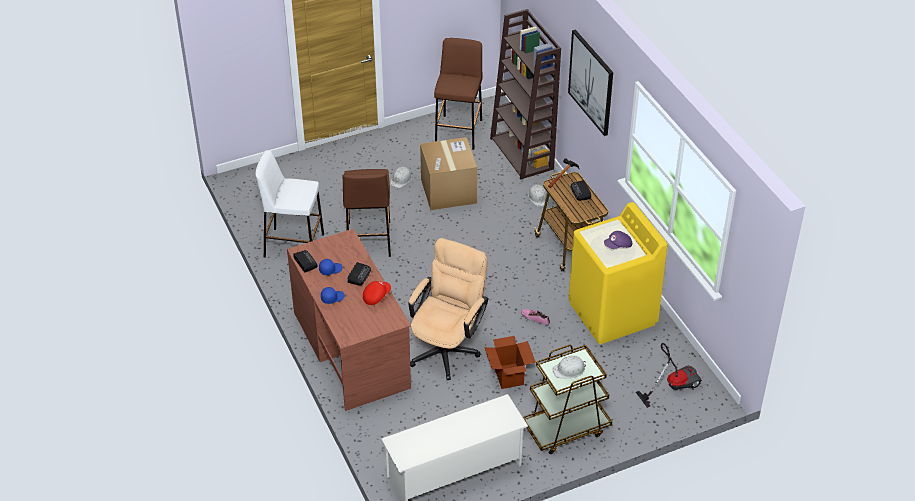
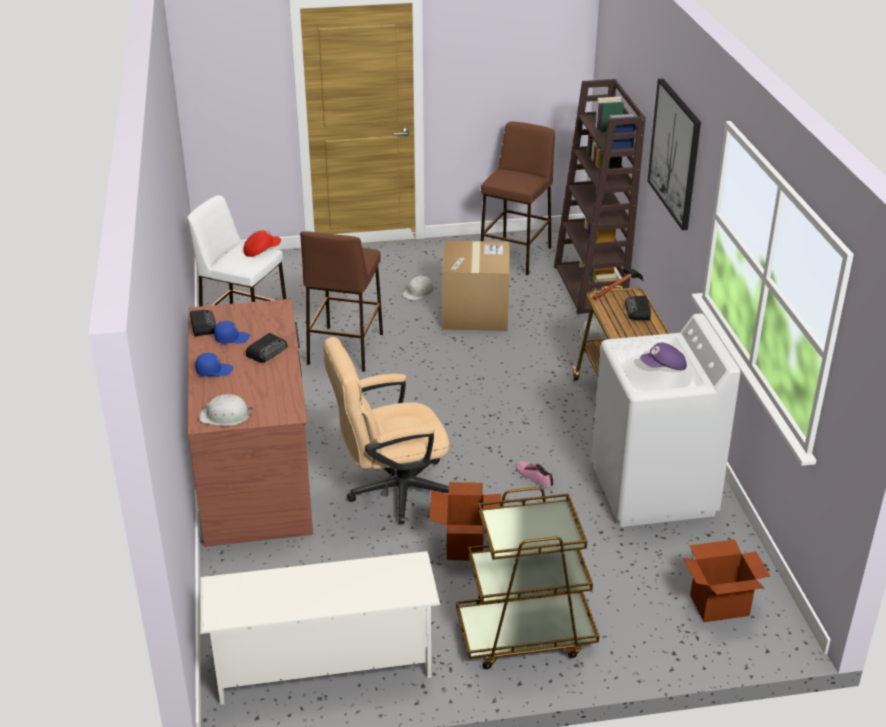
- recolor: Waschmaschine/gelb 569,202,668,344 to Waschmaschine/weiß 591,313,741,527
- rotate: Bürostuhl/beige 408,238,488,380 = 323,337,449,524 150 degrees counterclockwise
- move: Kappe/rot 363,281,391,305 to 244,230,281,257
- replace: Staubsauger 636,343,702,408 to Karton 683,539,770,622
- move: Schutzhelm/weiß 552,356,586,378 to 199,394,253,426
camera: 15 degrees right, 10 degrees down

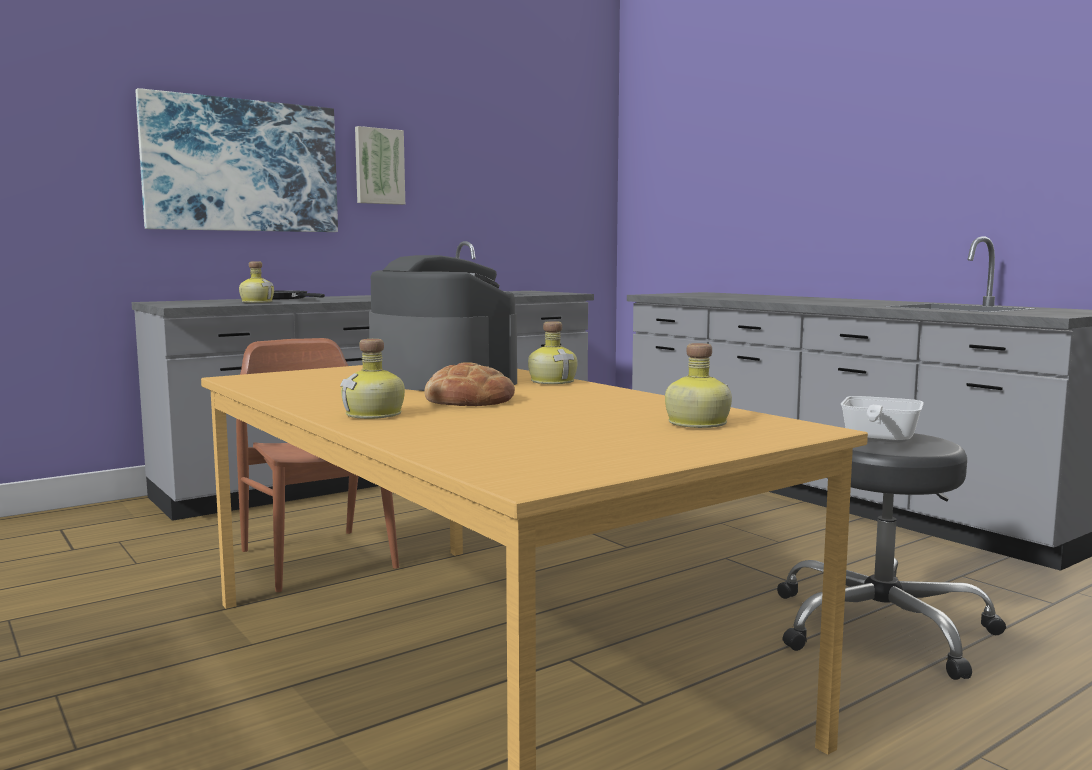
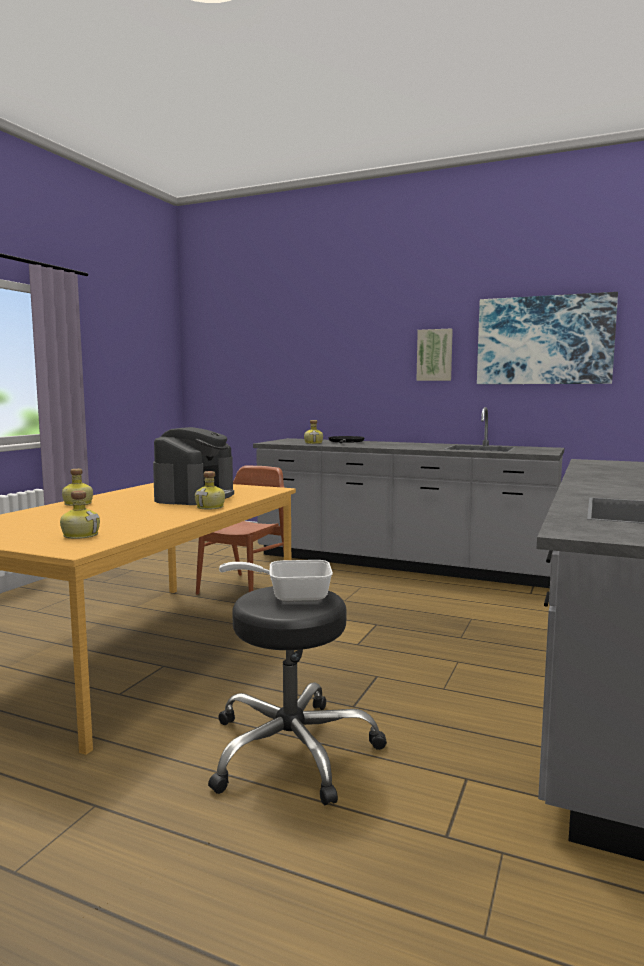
- move: Bild 136,88,338,232 to 477,292,618,384
- delete: Brot 424,362,515,406
camera: 60 degrees right, 0 degrees up

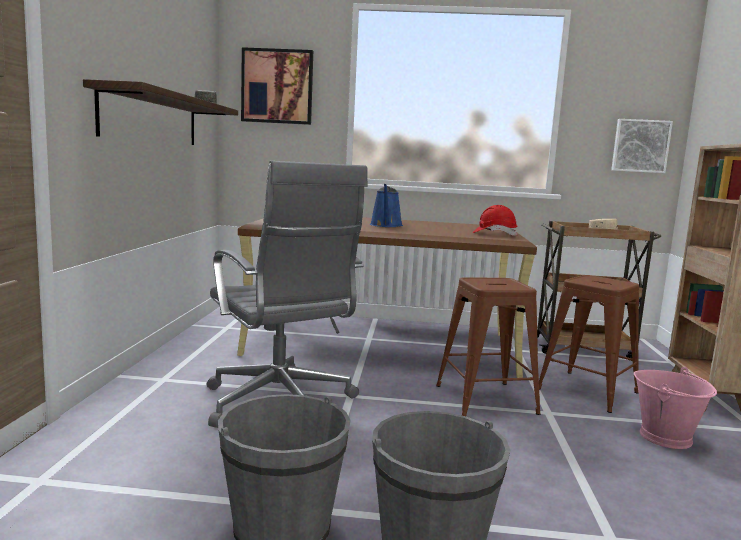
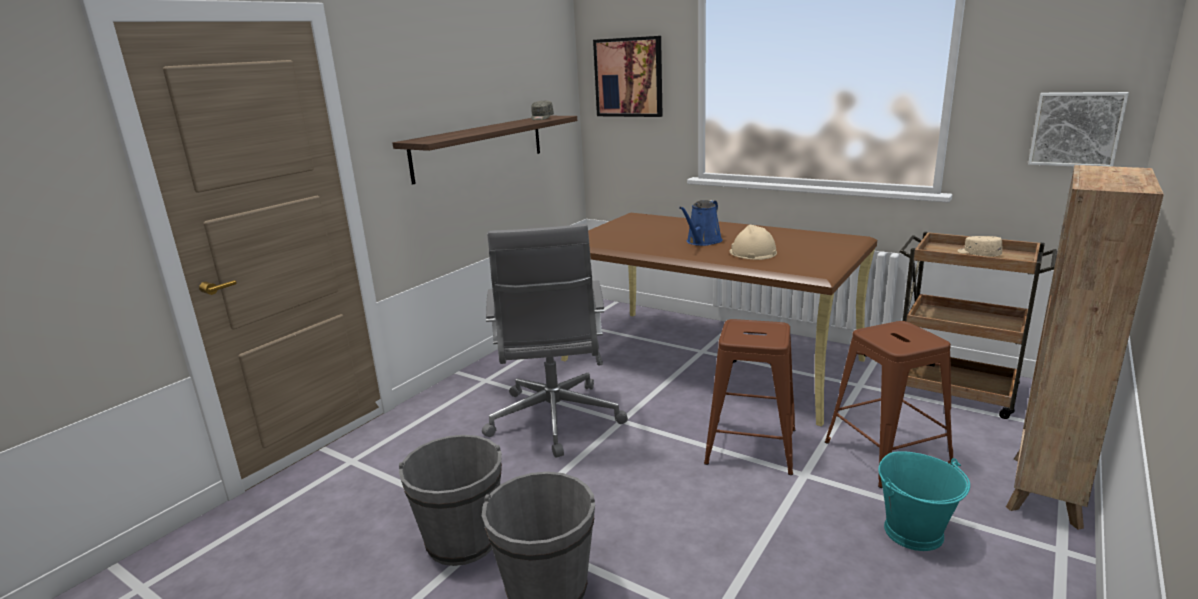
- delete: Schutzhelm/rot 472,205,518,235
- recolor: Eimer/rosa 634,367,717,449 to Eimer/türkis 878,451,970,551
- insert: Schutzhelm/beige 729,225,777,260
camera: 30 degrees right, 10 degrees up

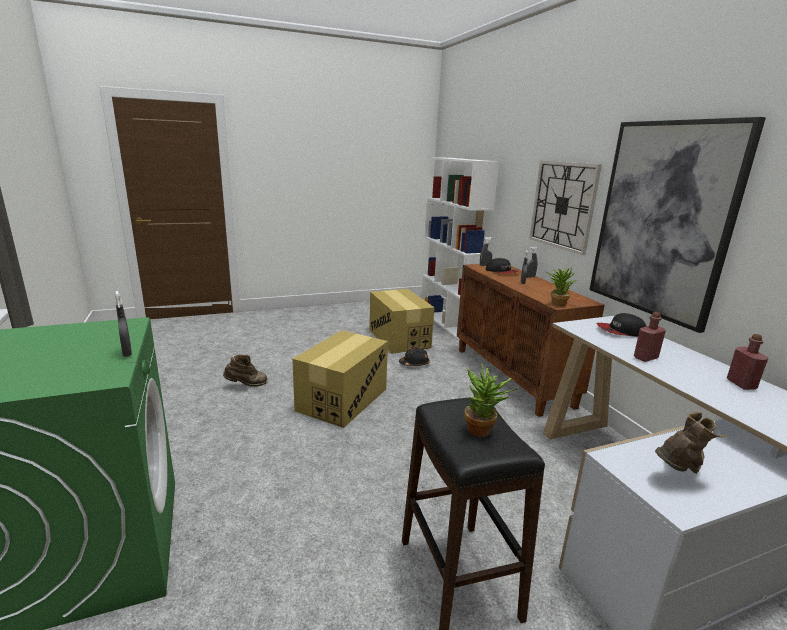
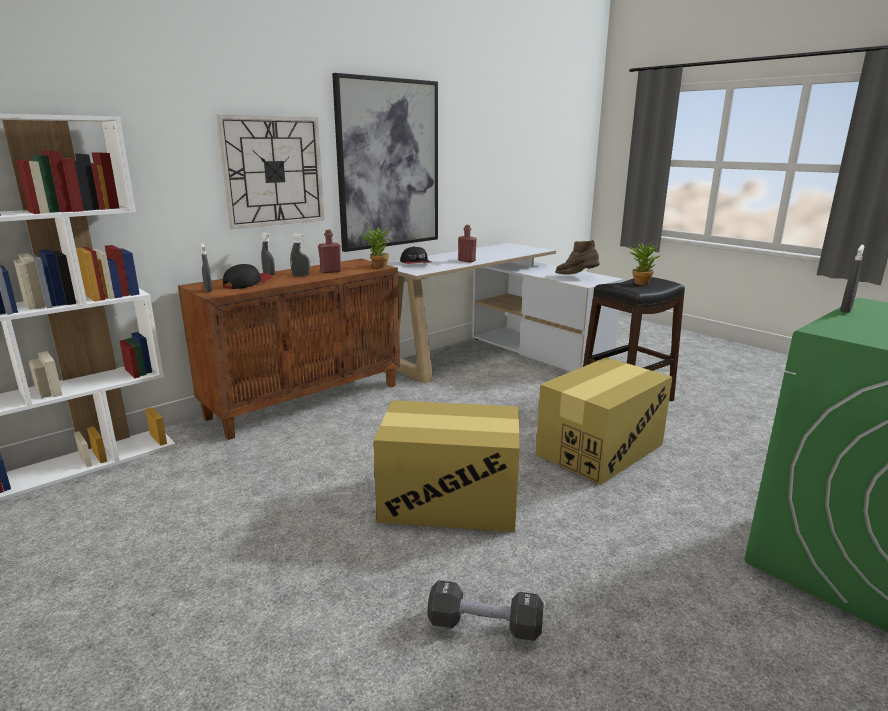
- move: Karton 369,289,434,354 to 536,357,672,485
- move: Flasche/rot 727,334,768,390 to 318,230,341,273
- delete: Schutzhelm/schwarz 399,347,430,366
- replace: Stiefel/braun 223,355,268,387 to Hantel/schwarz 427,580,544,641
camera: 110 degrees left, 0 degrees up

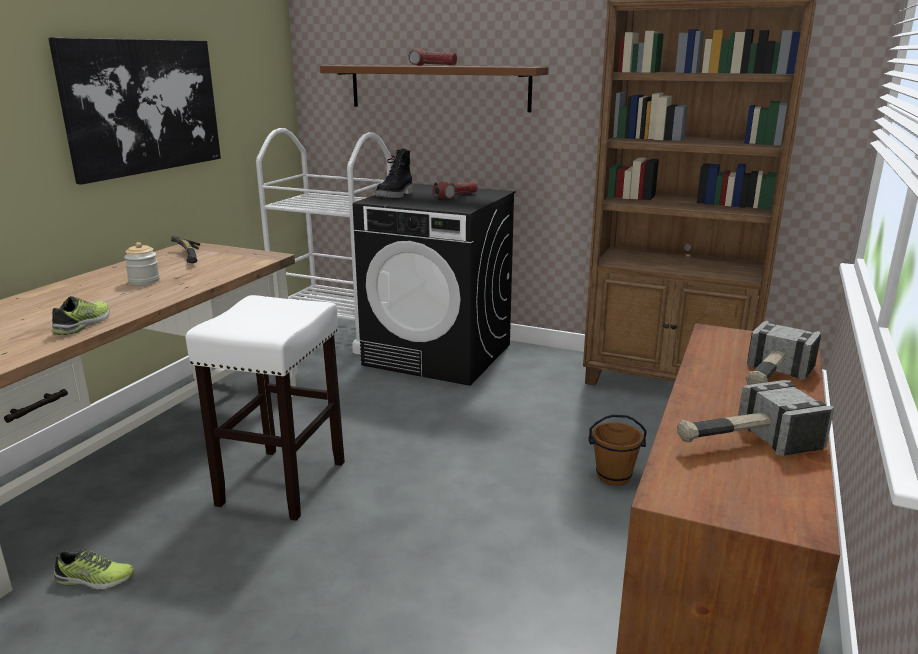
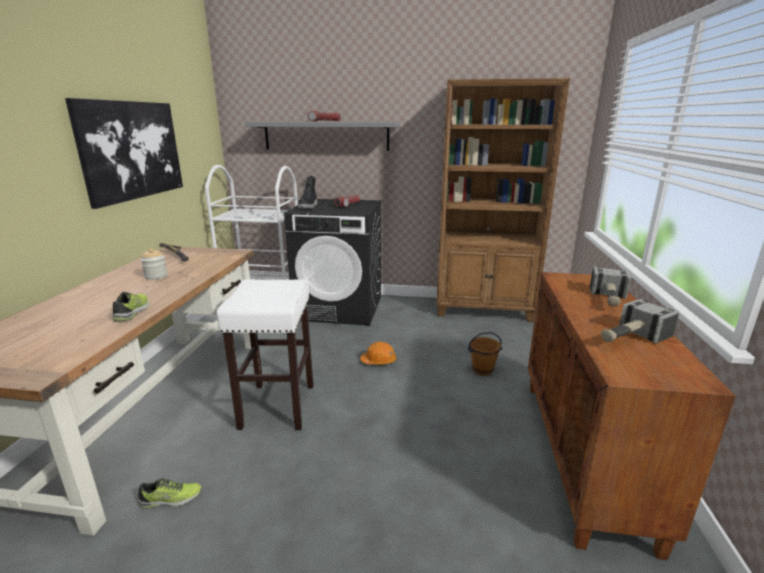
- recolor: Wandregal/braun 320,65,549,112 to Wandregal/grau 245,122,400,151
- insert: Schutzhelm/orange 360,342,396,365
camera: 15 degrees left, 0 degrees up

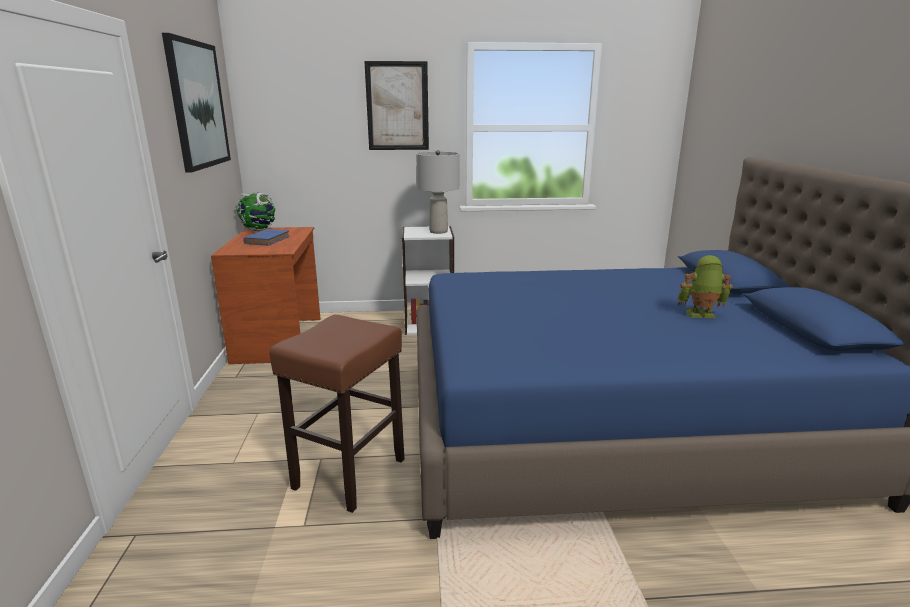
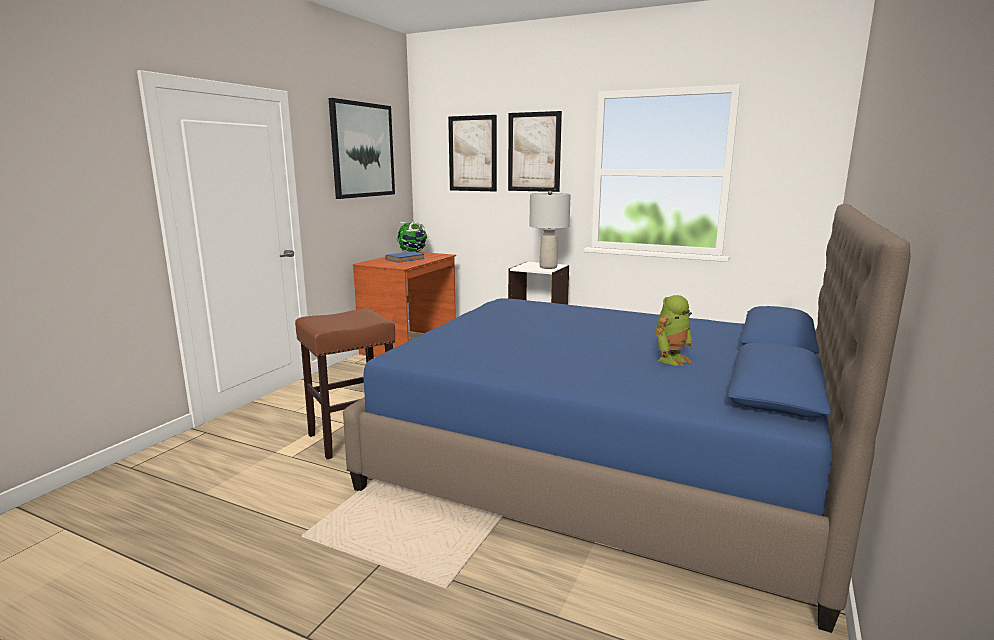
- rotate: Spielzeugroboter 678,255,733,318 = 656,295,693,366 105 degrees clockwise
- insert: Bild 448,115,497,191
camera: 30 degrees right, 5 degrees down

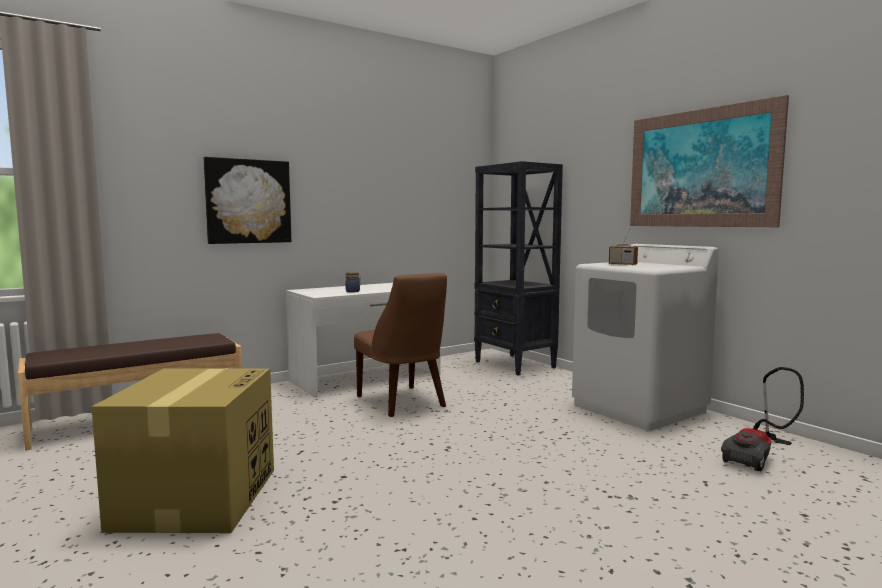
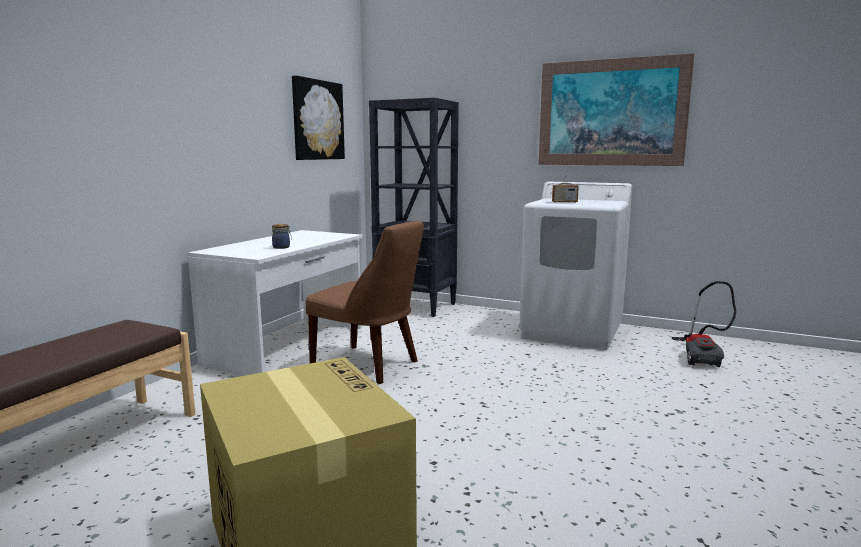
- move: Bild 204,157,292,244 to 292,75,345,160
camera: 30 degrees left, 5 degrees up

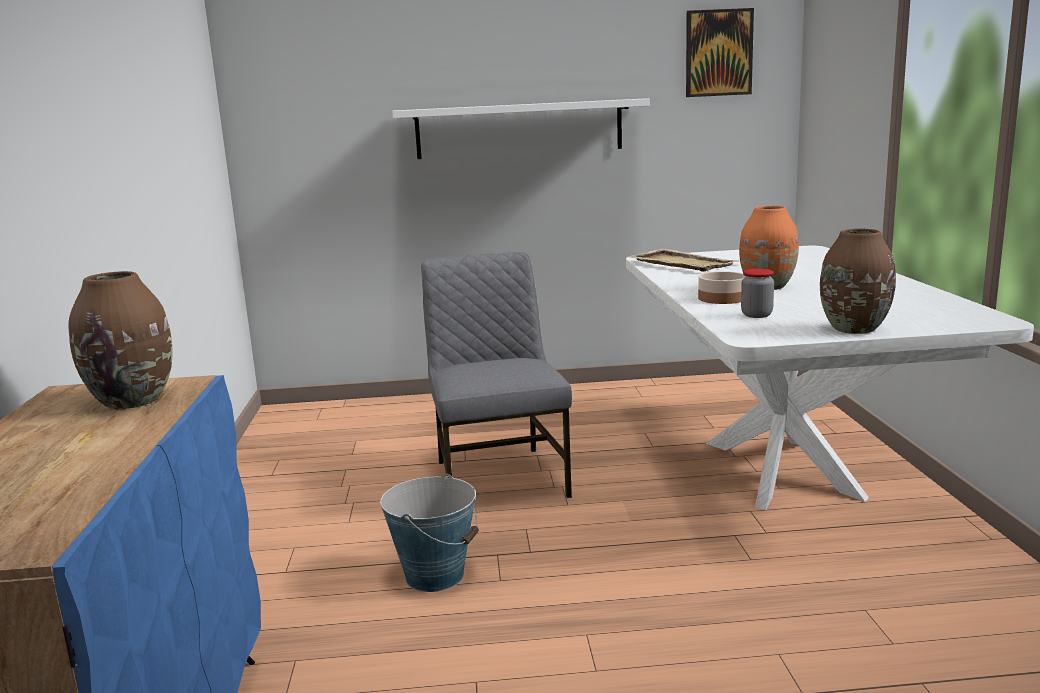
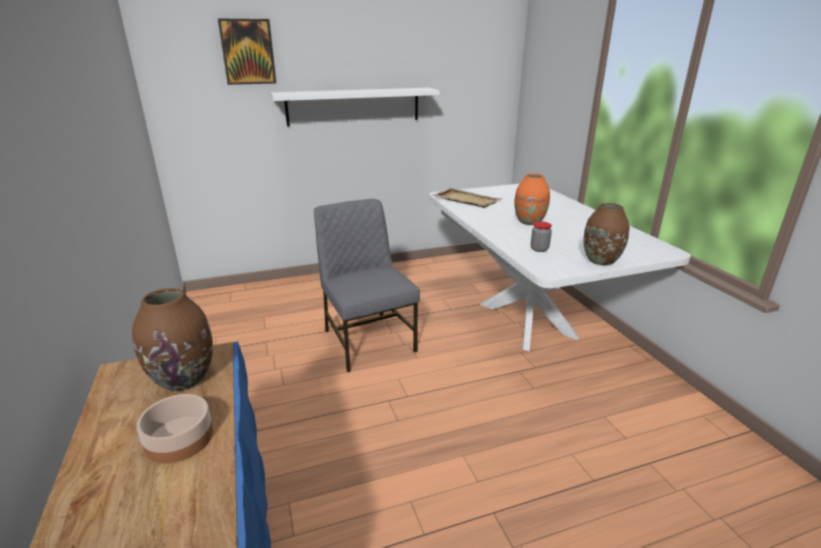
- move: Bild 686,8,754,97 to 218,19,276,85
- move: Schüssel 698,271,745,304 to 137,394,213,464
- delete: Eimer 380,473,479,592
camera: 15 degrees left, 10 degrees up

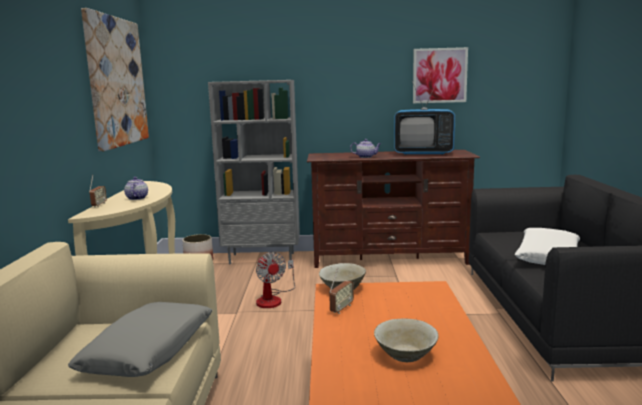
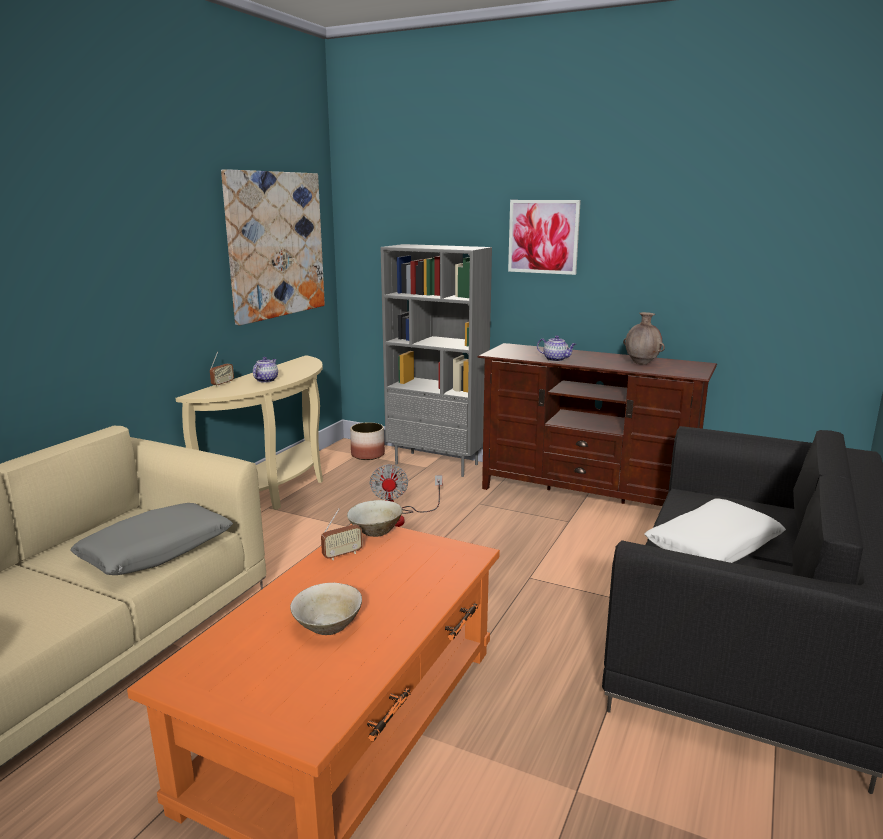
- move: Bild 413,47,468,103 to 508,200,581,275
- replace: Fernseher 394,79,455,155 to Vase/braun 623,312,665,365
camera: 25 degrees right, 5 degrees up

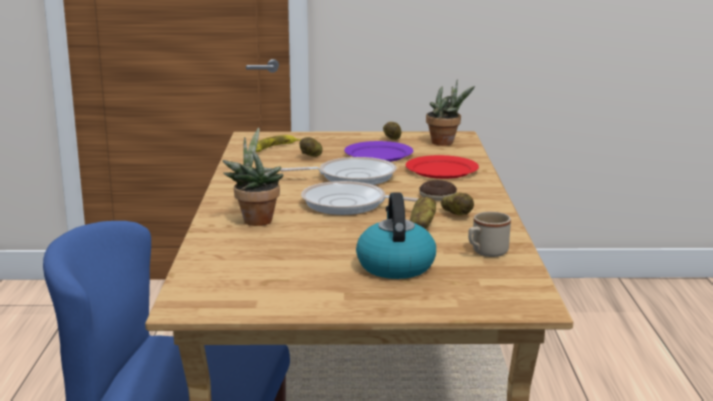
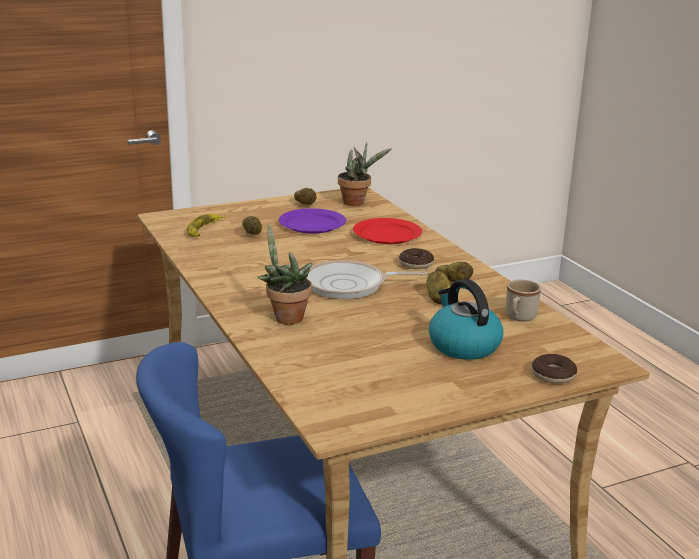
- delete: Pfanne 280,157,397,185
- insert: Donut 532,354,577,384
camera: 25 degrees left, 5 degrees up

